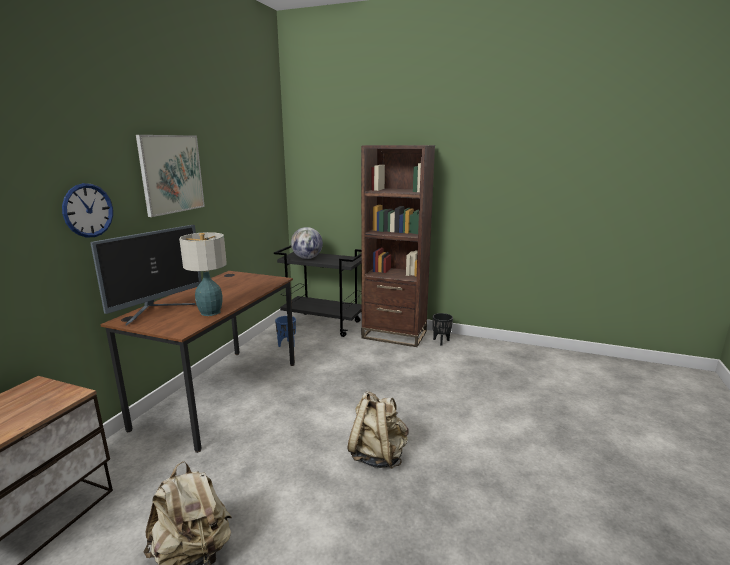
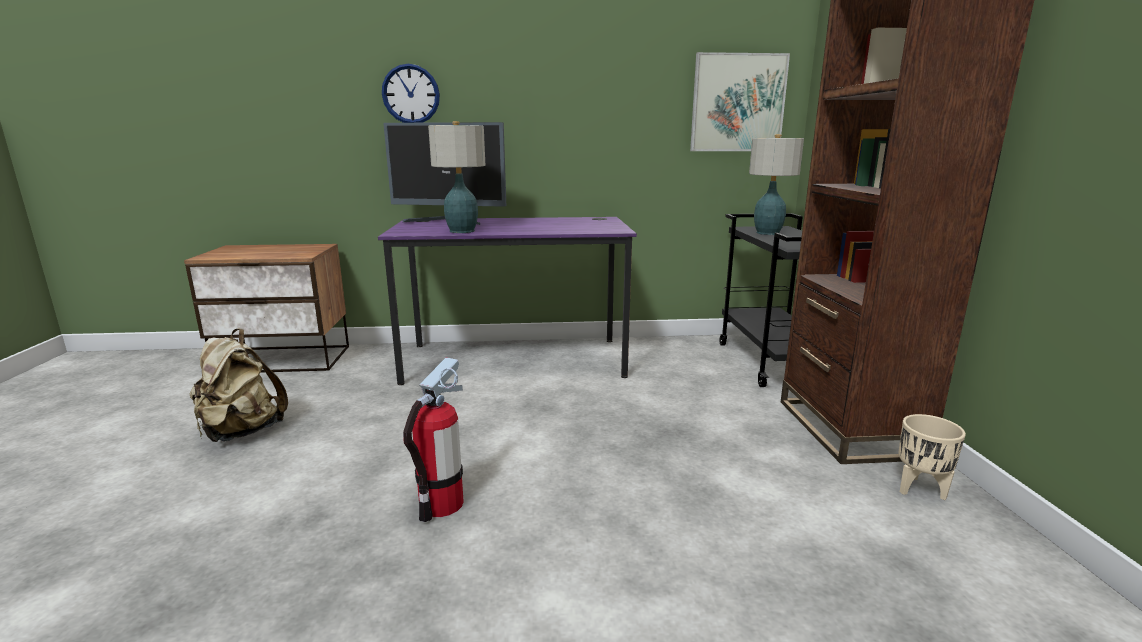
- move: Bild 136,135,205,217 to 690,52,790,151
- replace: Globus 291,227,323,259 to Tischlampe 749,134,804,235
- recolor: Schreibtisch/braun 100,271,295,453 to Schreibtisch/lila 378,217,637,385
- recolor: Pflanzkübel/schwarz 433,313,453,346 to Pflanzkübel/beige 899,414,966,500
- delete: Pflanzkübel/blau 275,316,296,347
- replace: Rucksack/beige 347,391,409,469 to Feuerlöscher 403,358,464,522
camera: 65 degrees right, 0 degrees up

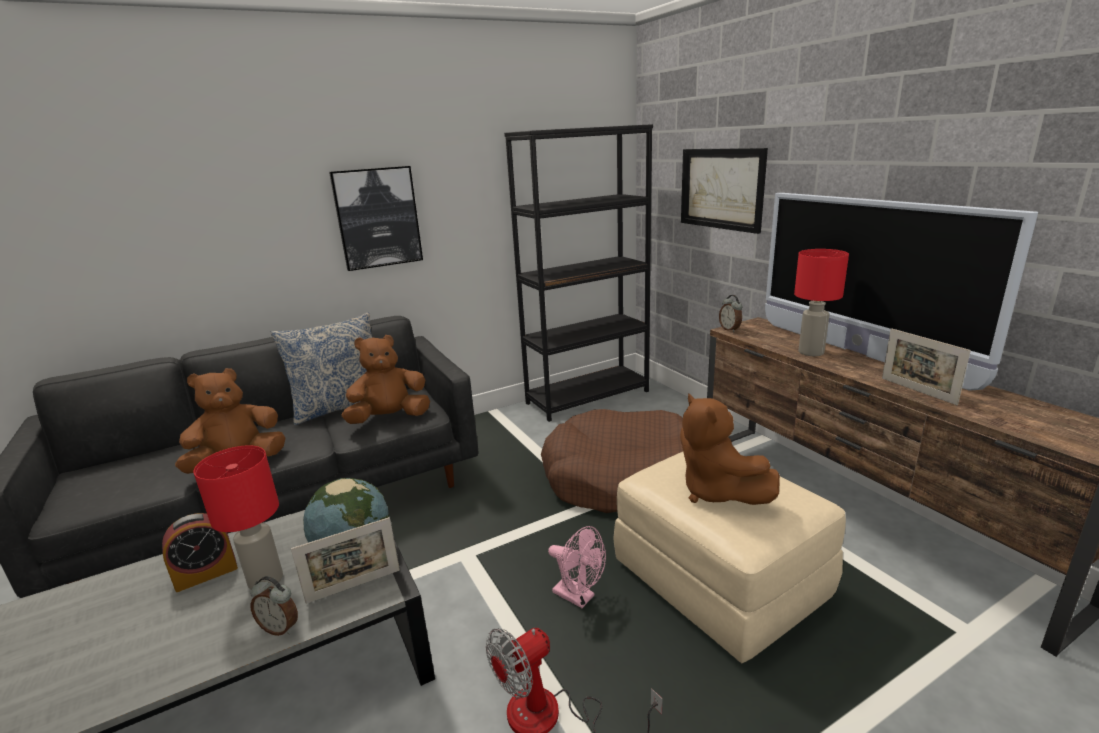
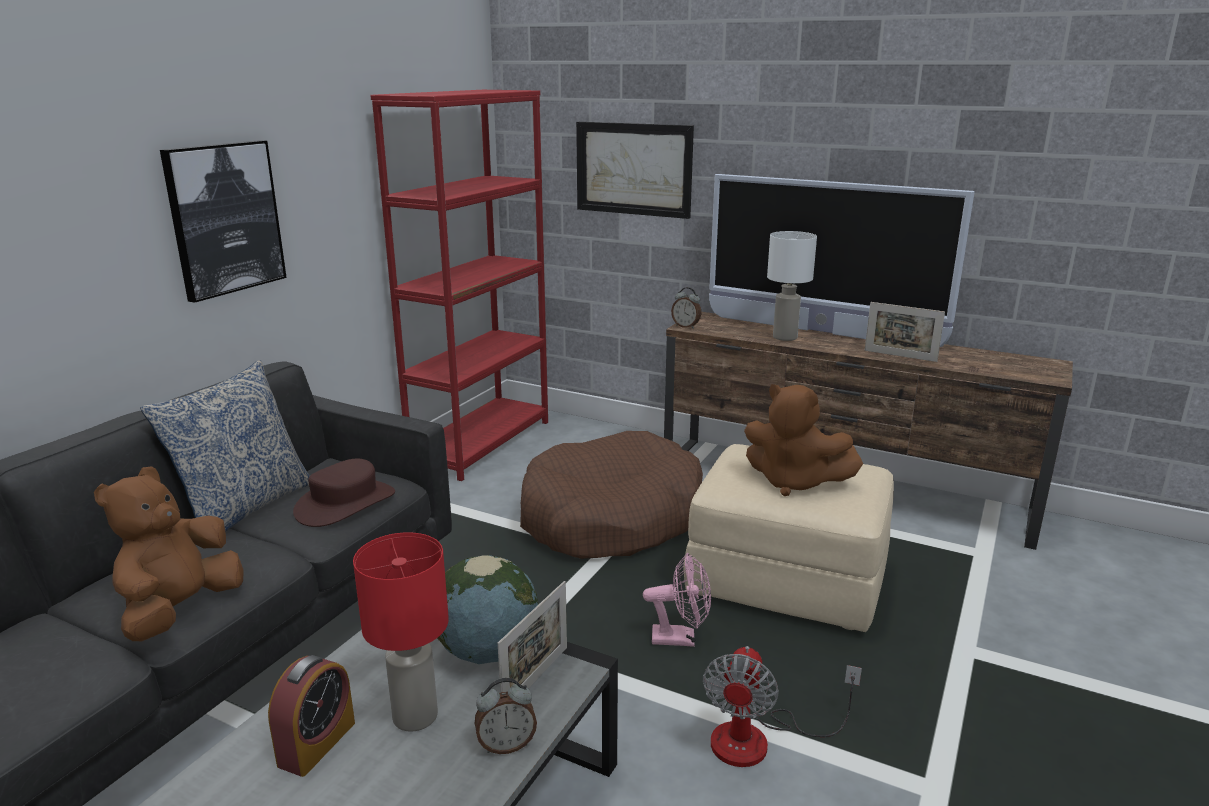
- recolor: Bücherregal/schwarz 504,124,653,422 to Bücherregal/rot 370,90,548,481
- recolor: Tischlampe/rot 794,249,849,356 to Tischlampe/weiß 767,231,817,341
- replace: Plüschtier/braun 341,335,430,424 to Hut/braun 293,459,395,527
camera: 35 degrees left, 0 degrees up

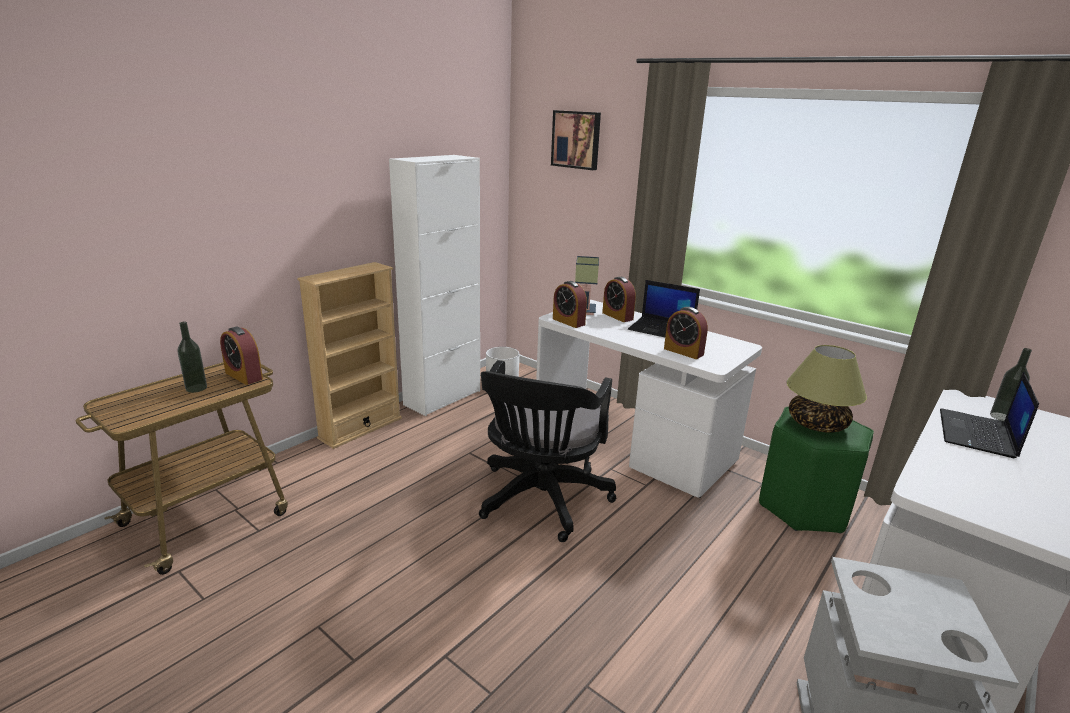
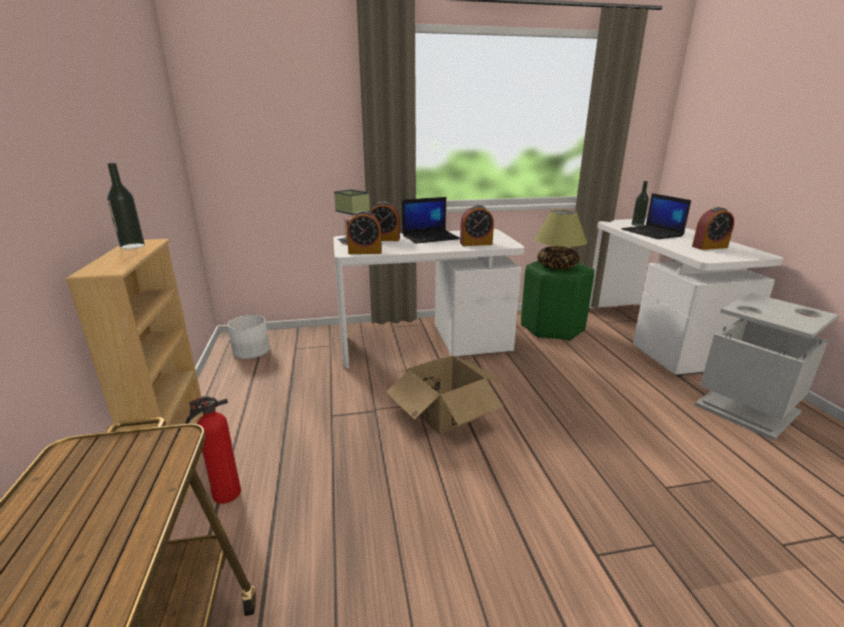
- delete: Bild 551,110,601,170
- delete: Schrank/weiß 389,155,480,416
- move: Flasche 178,322,207,393 to 107,163,145,249
- move: Wecker 220,327,263,385 to 692,207,734,250
- replace: Bürostuhl/schwarz 479,360,616,542 to Karton 386,356,506,434
- insert: Feuerlöscher 186,395,241,504
camera: 50 degrees left, 0 degrees up

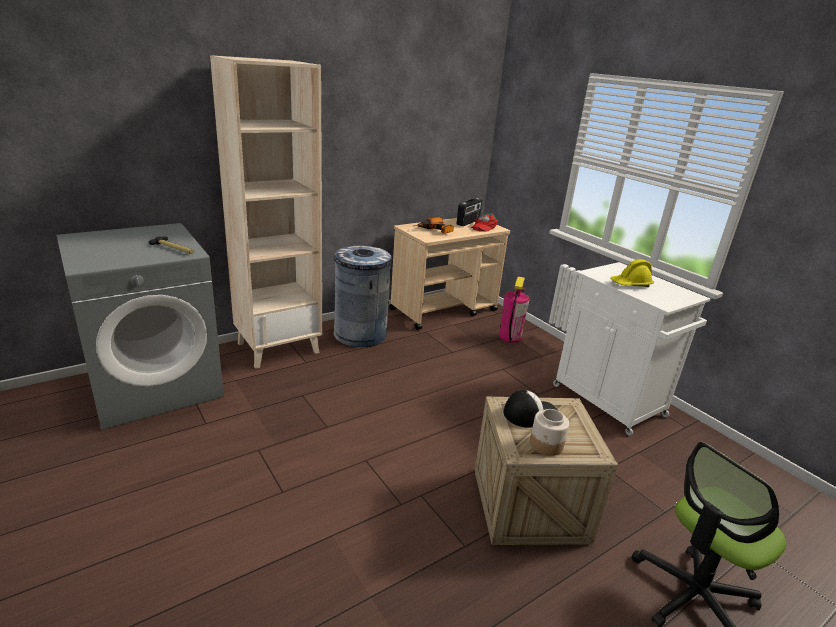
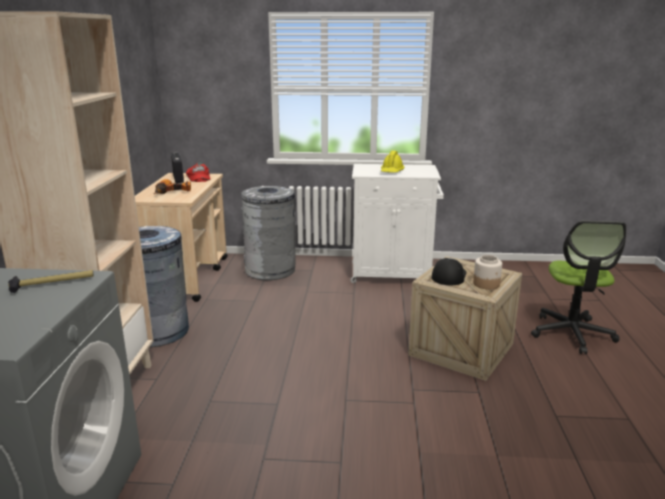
- replace: Feuerlöscher 499,276,529,343 to Mülleimer/grau 241,186,296,280
camera: 50 degrees left, 5 degrees down

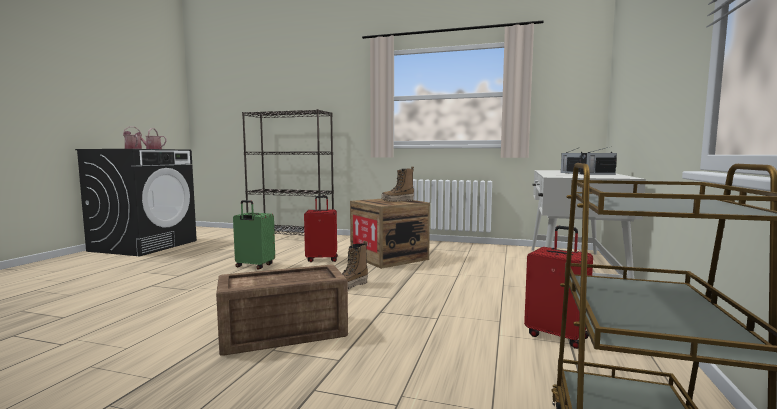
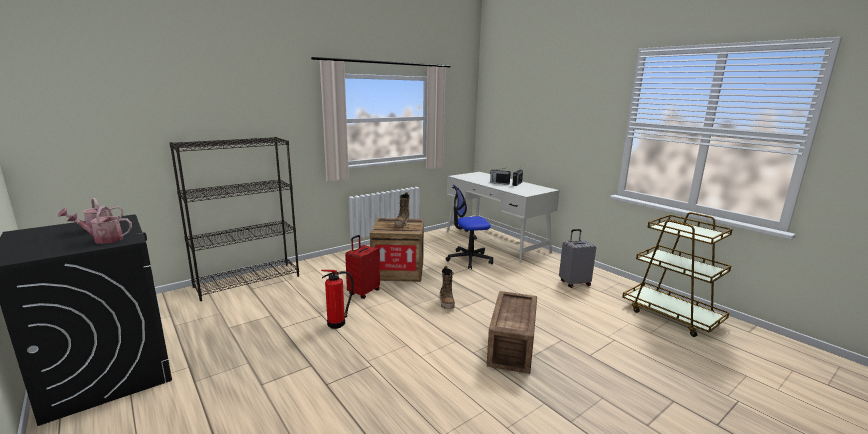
- replace: Koffer/grün 233,200,275,270 to Feuerlöscher 321,270,354,329
- recolor: Koffer/rot 524,226,593,349 to Koffer/grau 559,229,596,288
- insert: Bürostuhl 445,184,493,269
camera: 55 degrees left, 10 degrees up

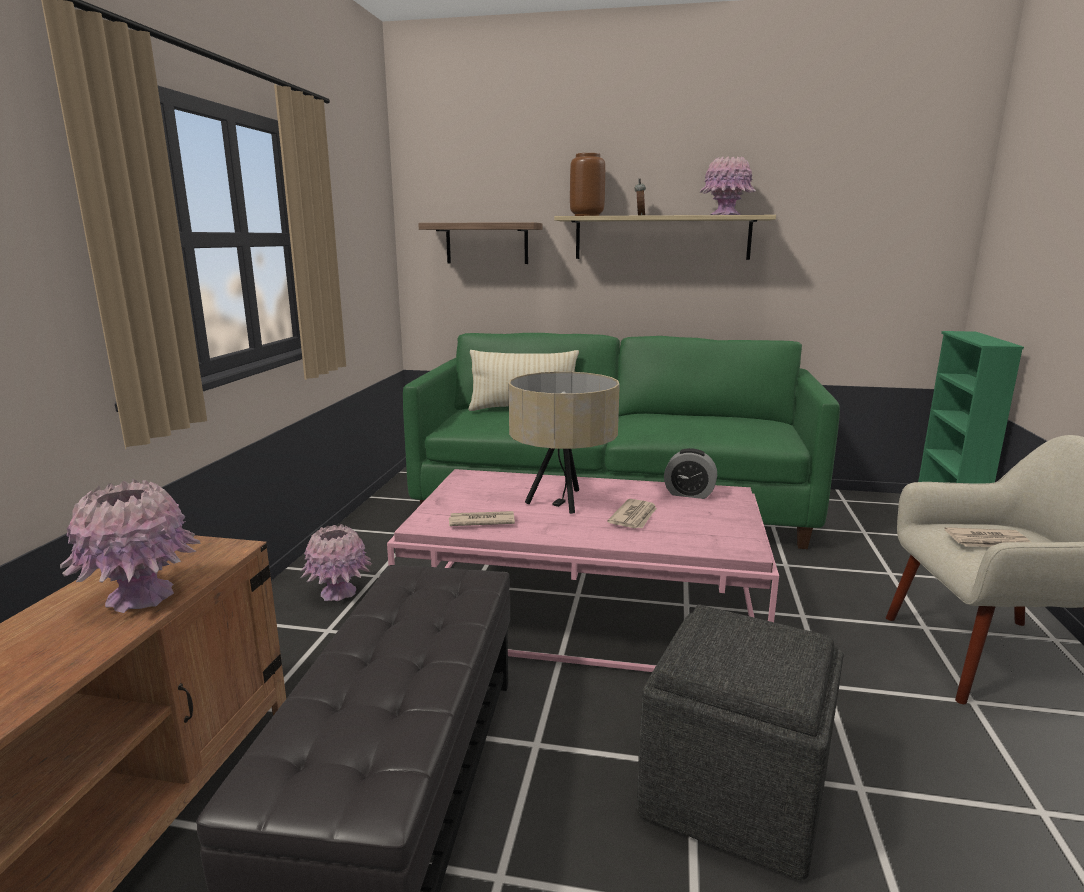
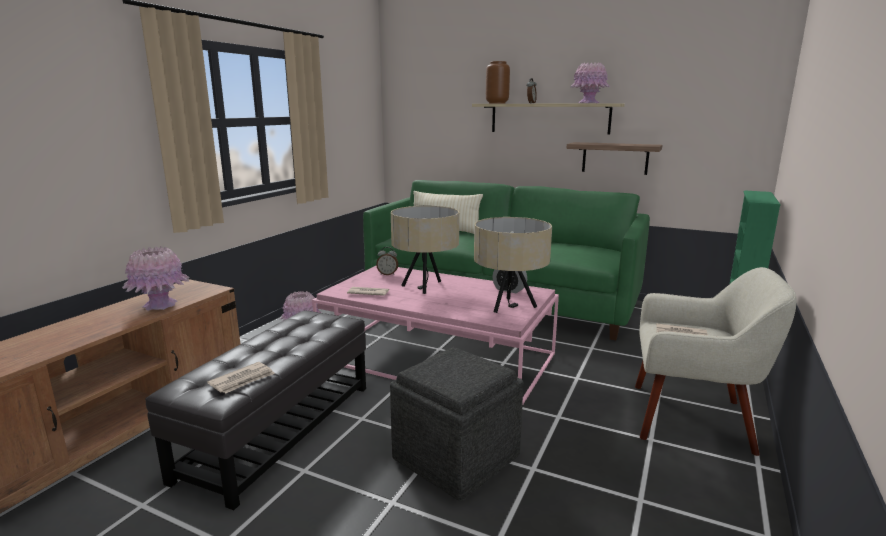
- move: Wandregal 418,222,542,264 to 566,142,662,175
- move: Zeitung 607,499,657,528 to 207,362,275,393
- insert: Tischlampe/beige 474,217,552,313
- insert: Wecker 376,247,398,275
camera: 15 degrees right, 0 degrees up

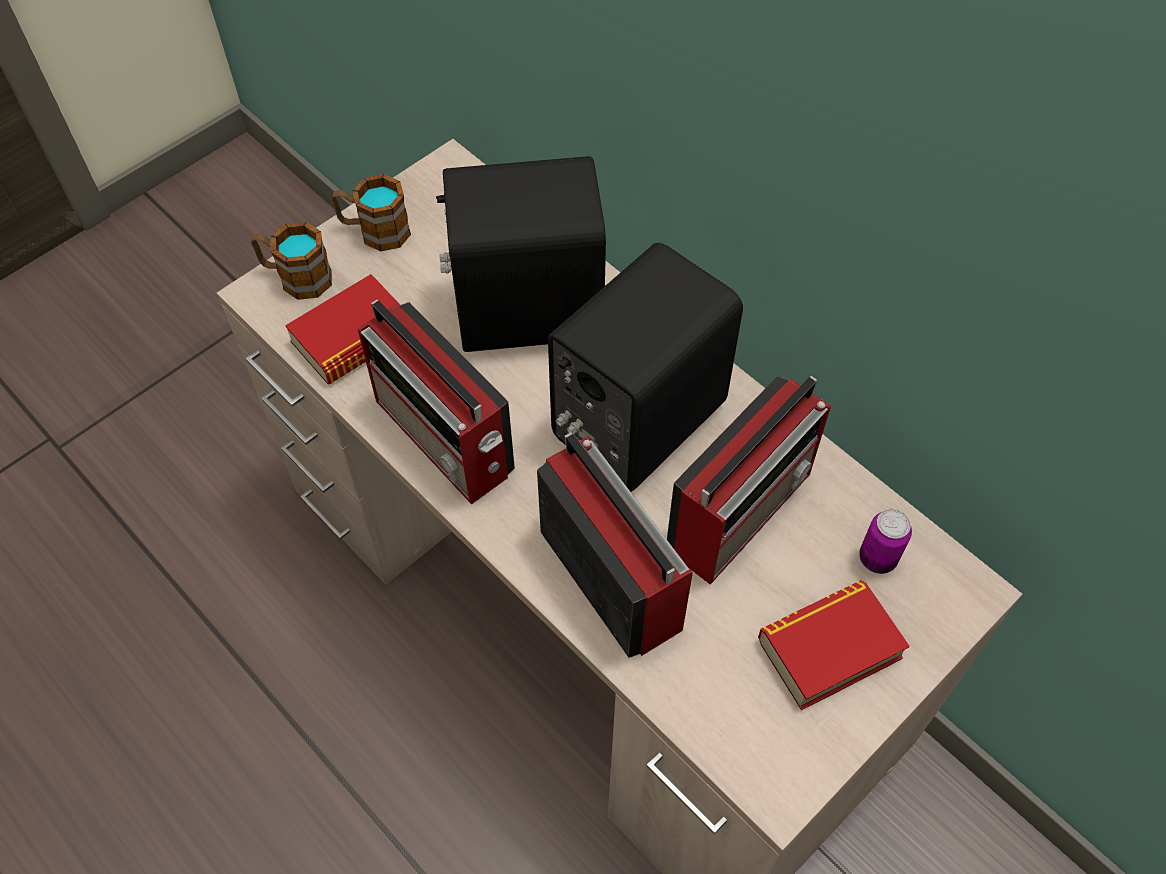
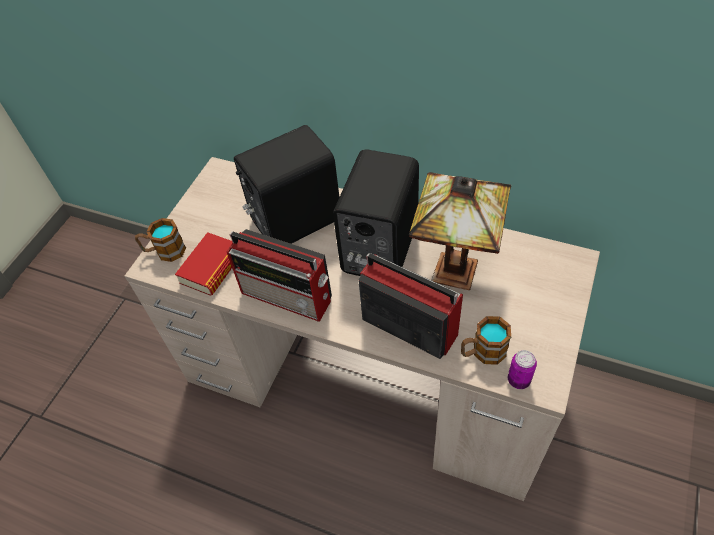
- move: Henkelbecher 332,174,411,251 to 461,316,511,365
- replace: Radio 667,376,831,585 to Tischlampe 409,172,511,290
- move: Dose 859,509,912,574 to 508,350,537,389
- delete: Buch 758,580,910,710
camera: 20 degrees left, 5 degrees down

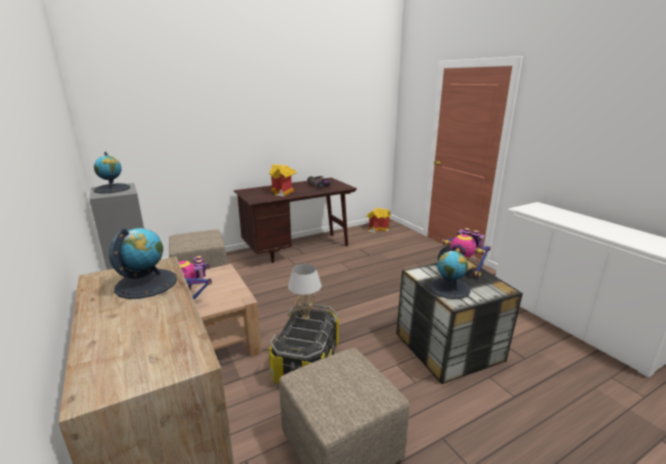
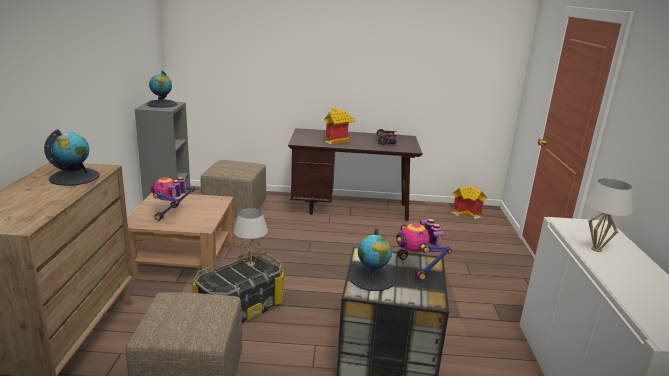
- insert: Tischlampe/weiß 585,178,633,252
camera: 30 degrees right, 0 degrees up

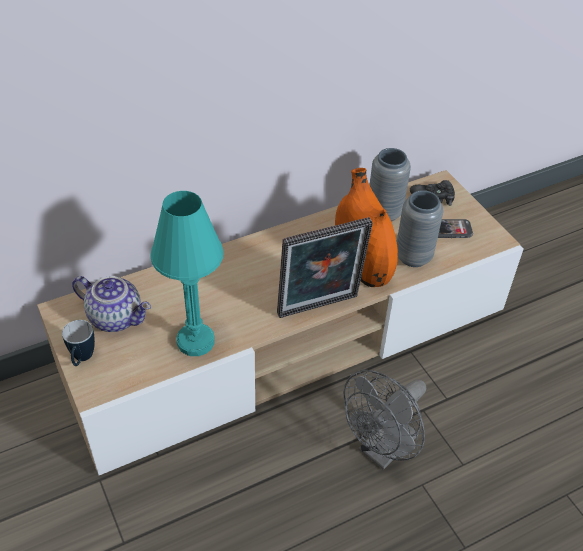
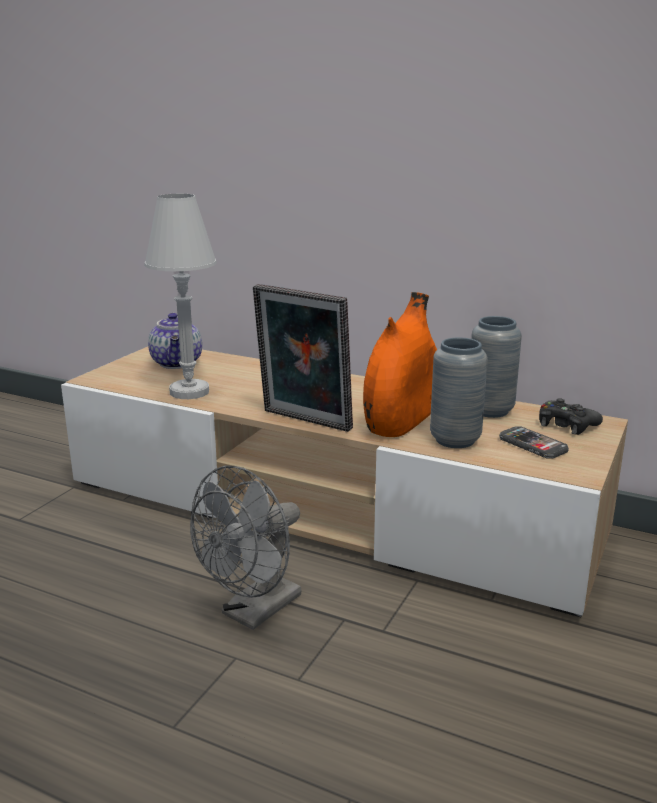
- recolor: Tischlampe/türkis 150,191,224,356 to Tischlampe/weiß 144,194,217,399
- delete: Henkelbecher 62,320,95,366
- rotate: Ventilator/grau 344,370,426,470 = 190,466,301,630 60 degrees counterclockwise
camera: 55 degrees right, 25 degrees down

